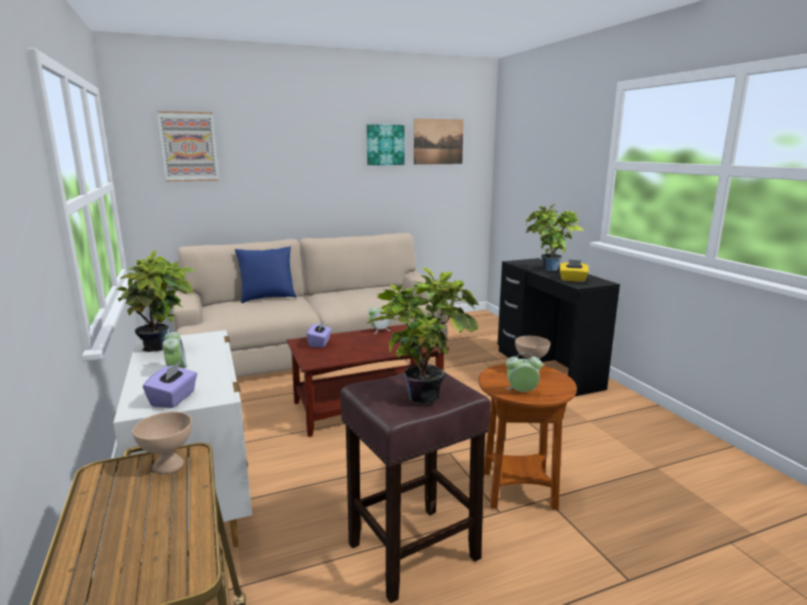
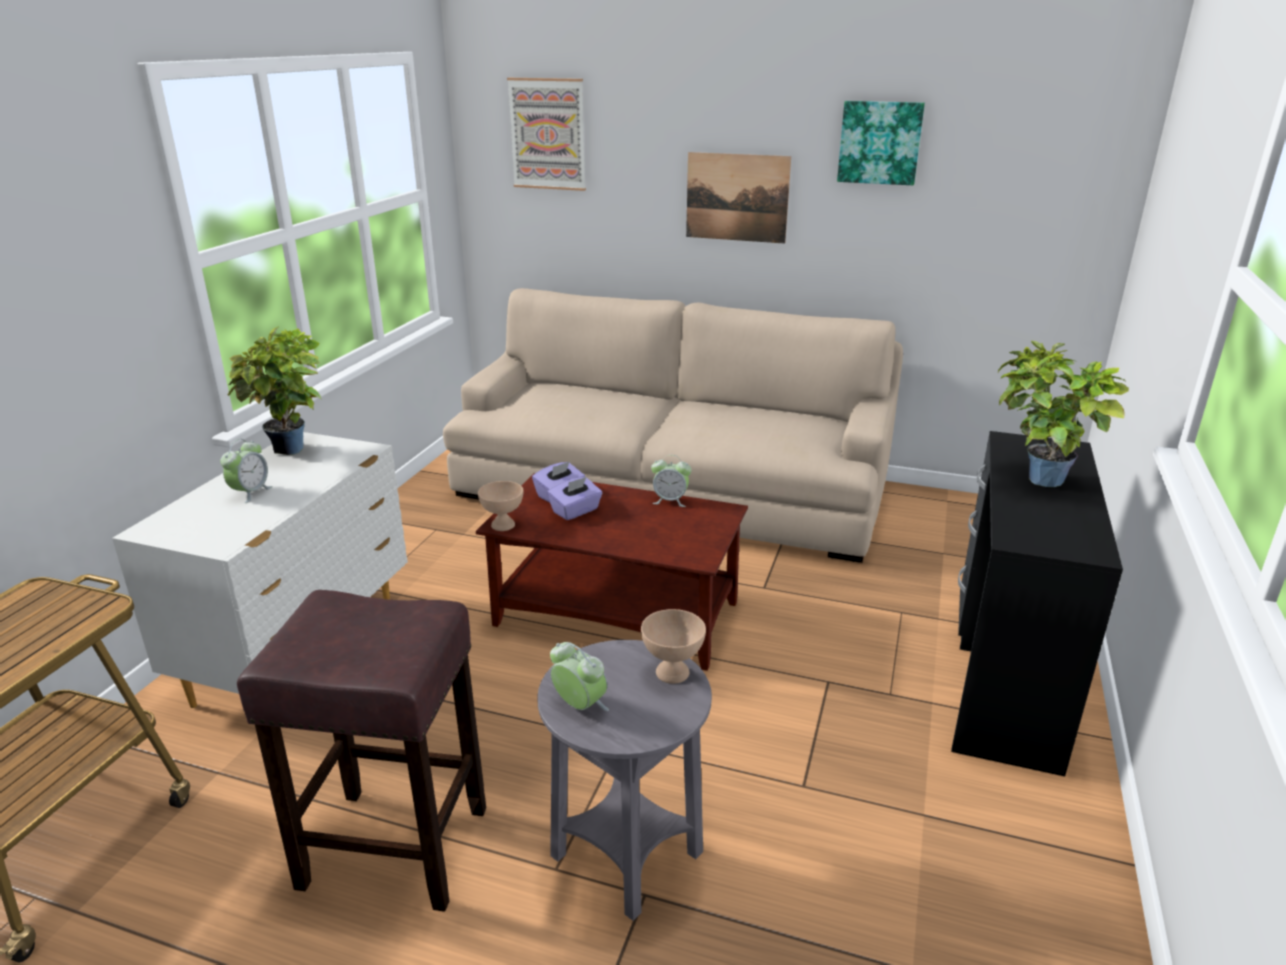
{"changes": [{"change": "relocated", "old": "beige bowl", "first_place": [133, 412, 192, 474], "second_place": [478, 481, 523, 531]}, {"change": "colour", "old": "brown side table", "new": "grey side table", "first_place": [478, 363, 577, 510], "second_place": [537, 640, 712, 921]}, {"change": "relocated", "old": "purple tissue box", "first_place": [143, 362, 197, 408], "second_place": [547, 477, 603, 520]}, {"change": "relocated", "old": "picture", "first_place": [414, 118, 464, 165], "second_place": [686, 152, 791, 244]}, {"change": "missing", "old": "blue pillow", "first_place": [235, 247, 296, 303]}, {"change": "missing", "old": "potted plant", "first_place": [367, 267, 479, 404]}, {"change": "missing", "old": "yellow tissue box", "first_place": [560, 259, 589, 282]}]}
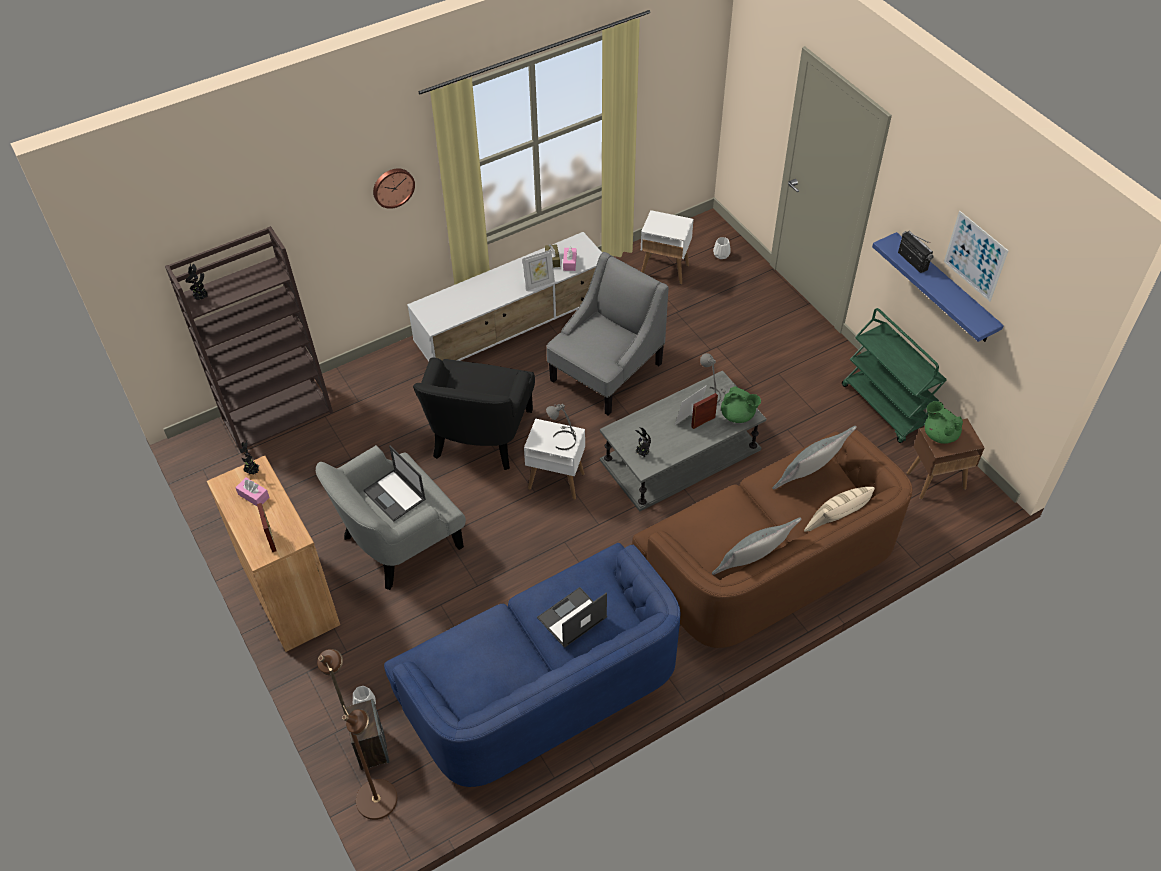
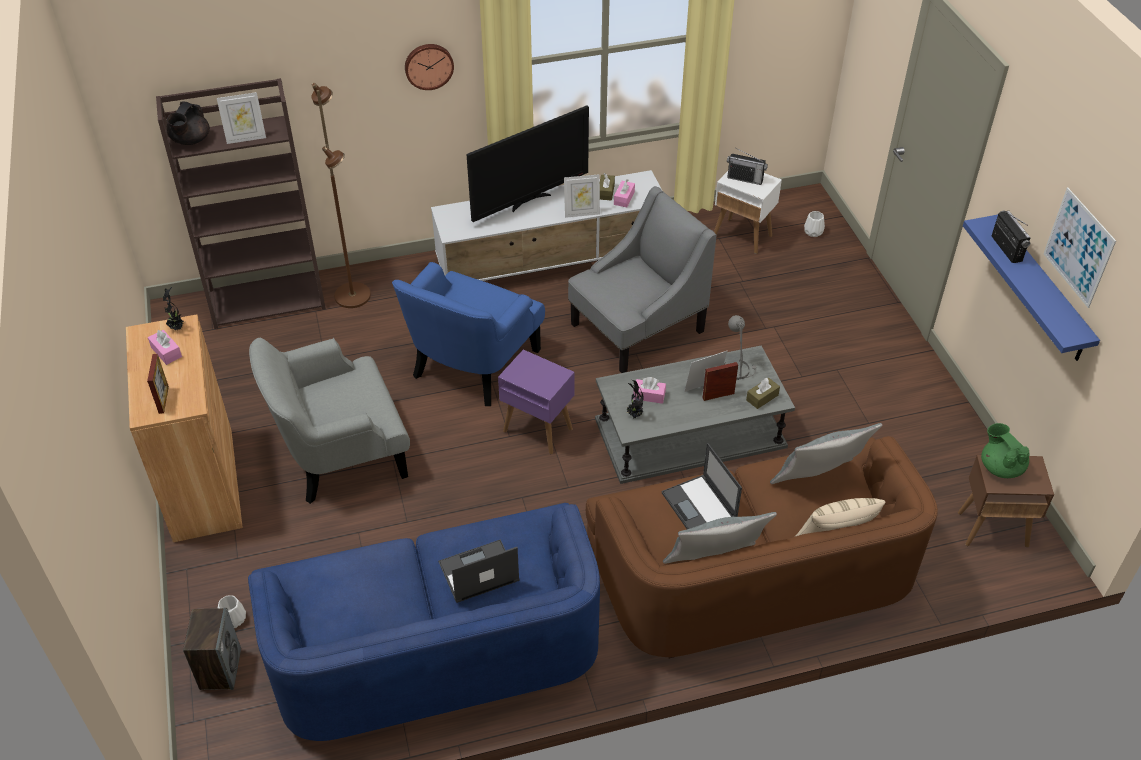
{"changes": [{"change": "exchanged", "old": "potted plant", "new": "black teapot", "first_place": [185, 263, 208, 300], "second_place": [167, 102, 210, 145]}, {"change": "appeared", "new": "picture frame", "second_place": [217, 92, 266, 144]}, {"change": "relocated", "old": "brown floor lamp", "first_place": [317, 649, 397, 820], "second_place": [312, 83, 371, 308]}, {"change": "colour", "old": "black armchair", "new": "blue armchair", "first_place": [413, 358, 535, 470], "second_place": [392, 262, 545, 406]}, {"change": "appeared", "new": "television", "second_place": [466, 105, 589, 222]}, {"change": "colour", "old": "white side table", "new": "purple side table", "first_place": [524, 419, 585, 500], "second_place": [498, 349, 574, 454]}, {"change": "appeared", "new": "pink tissue box", "second_place": [633, 377, 666, 404]}, {"change": "relocated", "old": "laptop", "first_place": [363, 445, 426, 522], "second_place": [662, 443, 742, 529]}, {"change": "appeared", "new": "radio", "second_place": [727, 148, 768, 185]}, {"change": "exchanged", "old": "green teapot", "new": "brown tissue box", "first_place": [721, 386, 761, 423], "second_place": [746, 378, 780, 409]}, {"change": "missing", "old": "grey table lamp", "first_place": [546, 404, 576, 450]}, {"change": "missing", "old": "green cart", "first_place": [842, 308, 947, 443]}]}
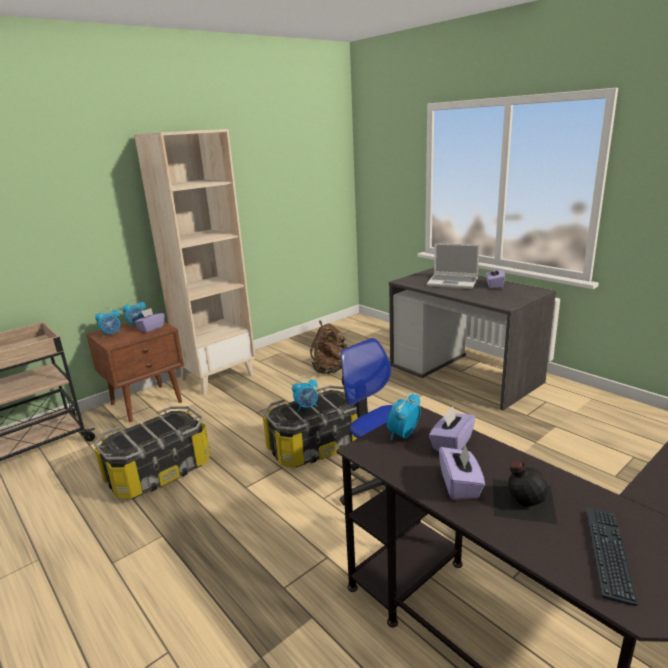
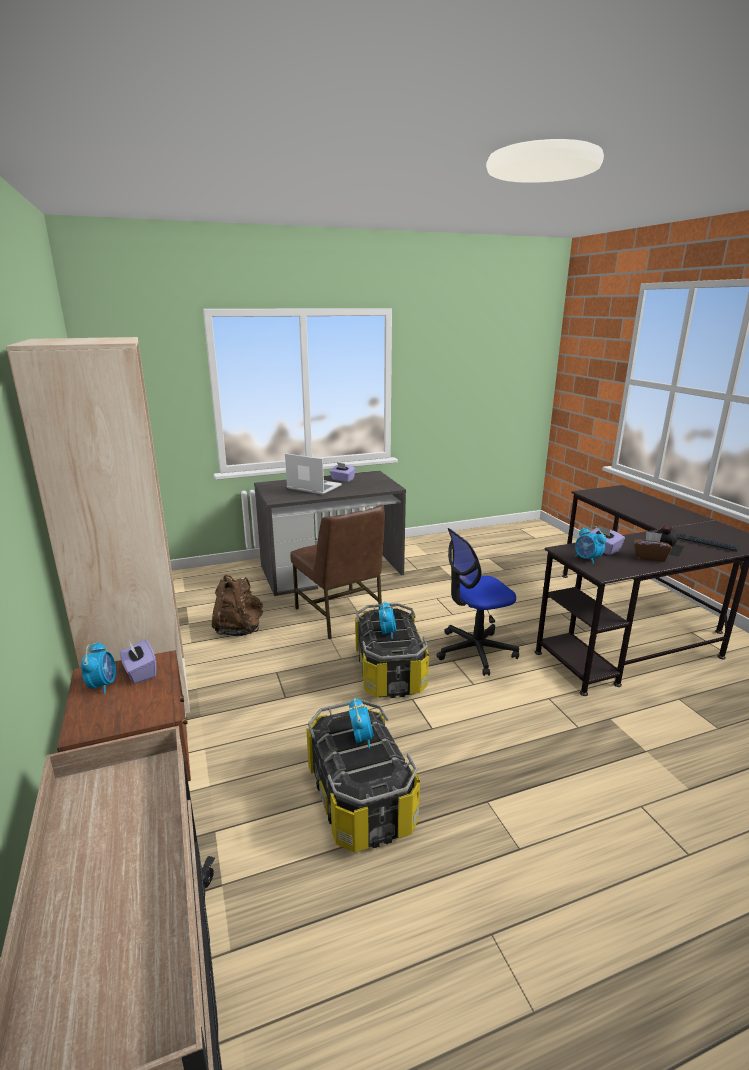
{"changes": [{"change": "spun", "old": "laptop", "first_place": [427, 243, 480, 289], "second_place": [285, 453, 342, 495], "degrees": -105}, {"change": "appeared", "new": "brown chair", "second_place": [290, 505, 385, 639]}, {"change": "relocated", "old": "alarm clock", "first_place": [95, 308, 121, 337], "second_place": [349, 698, 374, 748]}, {"change": "colour", "old": "purple tissue box", "new": "brown tissue box", "first_place": [439, 444, 485, 500], "second_place": [634, 531, 672, 562]}]}
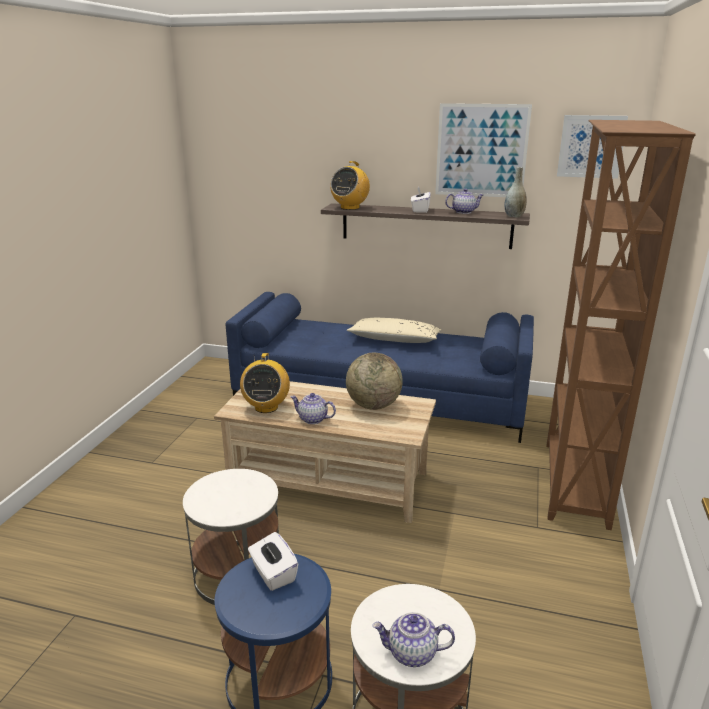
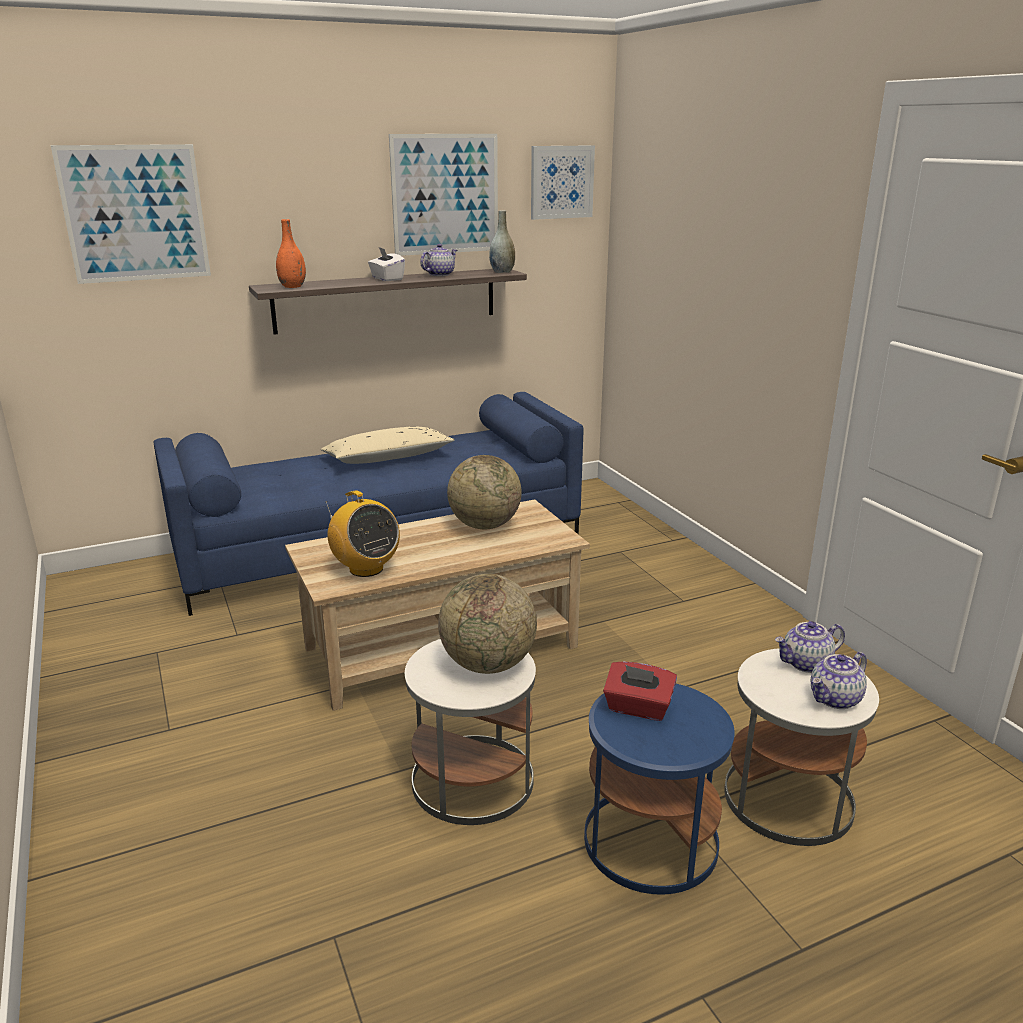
{"changes": [{"change": "appeared", "new": "picture", "second_place": [51, 144, 211, 284]}, {"change": "exchanged", "old": "radio", "new": "orange vase", "first_place": [330, 161, 370, 210], "second_place": [276, 219, 306, 288]}, {"change": "appeared", "new": "globe", "second_place": [438, 574, 537, 674]}, {"change": "colour", "old": "white tissue box", "new": "red tissue box", "first_place": [248, 532, 298, 591], "second_place": [603, 661, 677, 721]}, {"change": "relocated", "old": "teapot", "first_place": [290, 393, 336, 424], "second_place": [775, 621, 845, 673]}, {"change": "missing", "old": "brown bookcase", "first_place": [546, 120, 696, 530]}]}
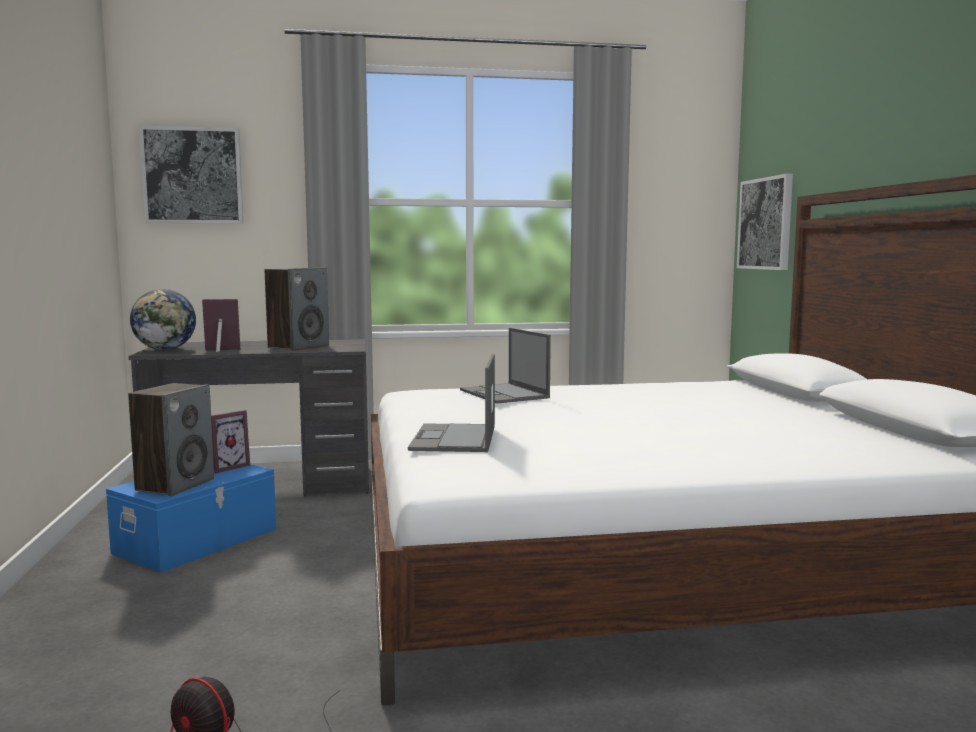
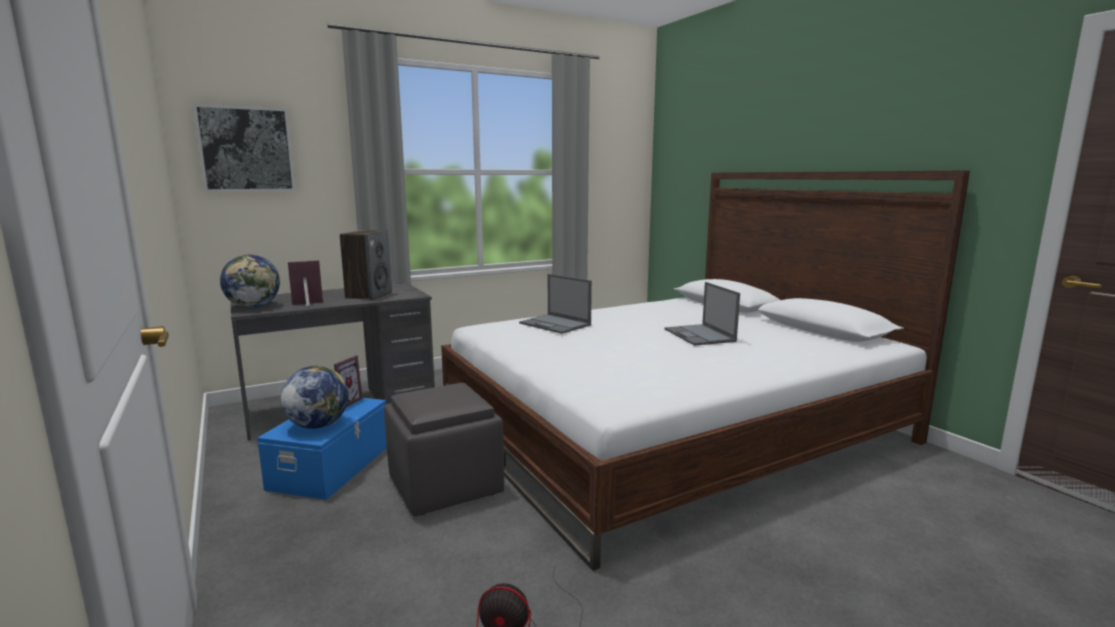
{"changes": [{"change": "exchanged", "old": "speaker", "new": "globe", "first_place": [128, 383, 214, 496], "second_place": [280, 366, 349, 429]}, {"change": "appeared", "new": "grey ottoman", "second_place": [384, 383, 504, 517]}, {"change": "relocated", "old": "laptop", "first_place": [408, 354, 495, 452], "second_place": [664, 282, 740, 346]}, {"change": "missing", "old": "picture", "first_place": [737, 174, 793, 270]}]}
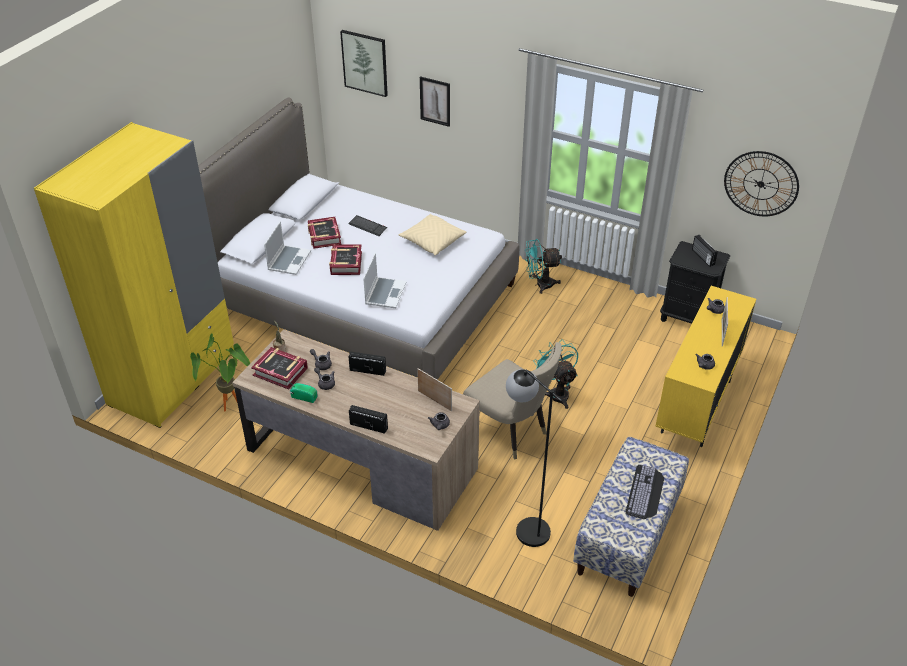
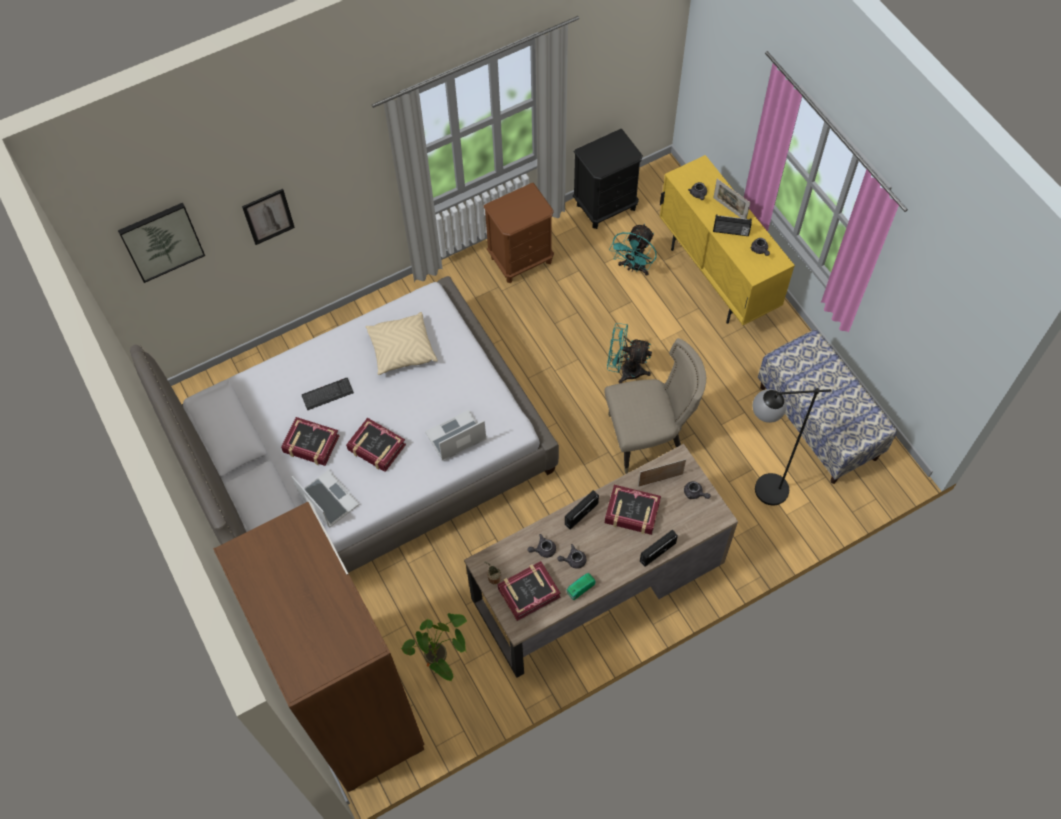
{"changes": [{"change": "colour", "old": "yellow wardrobe", "new": "brown wardrobe", "first_place": [34, 122, 234, 428], "second_place": [213, 501, 425, 792]}, {"change": "spun", "old": "laptop", "first_place": [363, 253, 406, 308], "second_place": [425, 410, 487, 461], "degrees": -75}, {"change": "appeared", "new": "brown nightstand", "second_place": [483, 182, 554, 283]}, {"change": "appeared", "new": "book", "second_place": [605, 485, 661, 535]}, {"change": "relocated", "old": "turquoise fan", "first_place": [525, 239, 562, 294], "second_place": [609, 224, 657, 276]}, {"change": "relocated", "old": "radio", "first_place": [692, 235, 718, 267], "second_place": [713, 214, 752, 236]}, {"change": "missing", "old": "keyboard", "first_place": [626, 464, 664, 519]}, {"change": "missing", "old": "wall clock", "first_place": [724, 151, 799, 216]}]}
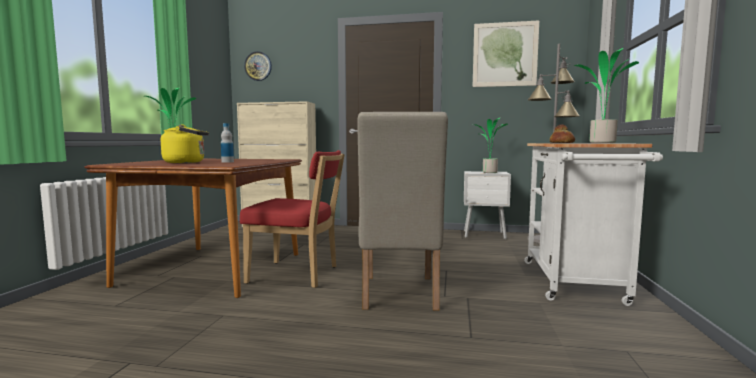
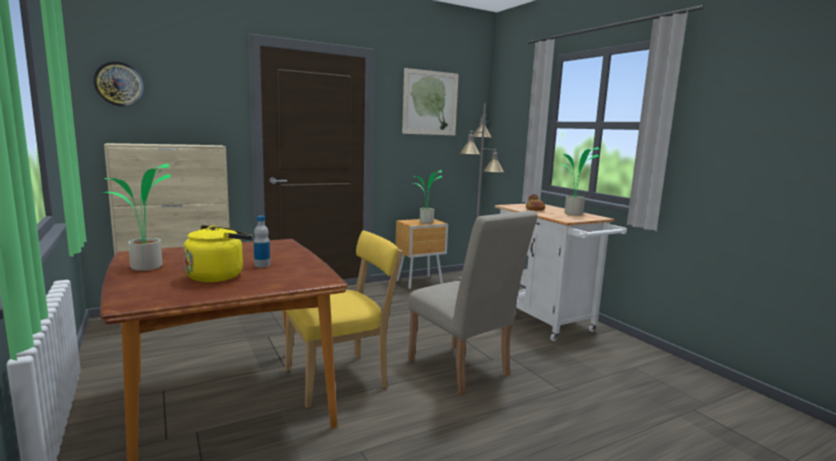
{"changes": [{"change": "colour", "old": "red chair", "new": "yellow chair", "first_place": [240, 150, 345, 288], "second_place": [285, 230, 403, 408]}, {"change": "colour", "old": "white nightstand", "new": "brown nightstand", "first_place": [464, 171, 511, 239], "second_place": [395, 219, 448, 289]}]}
